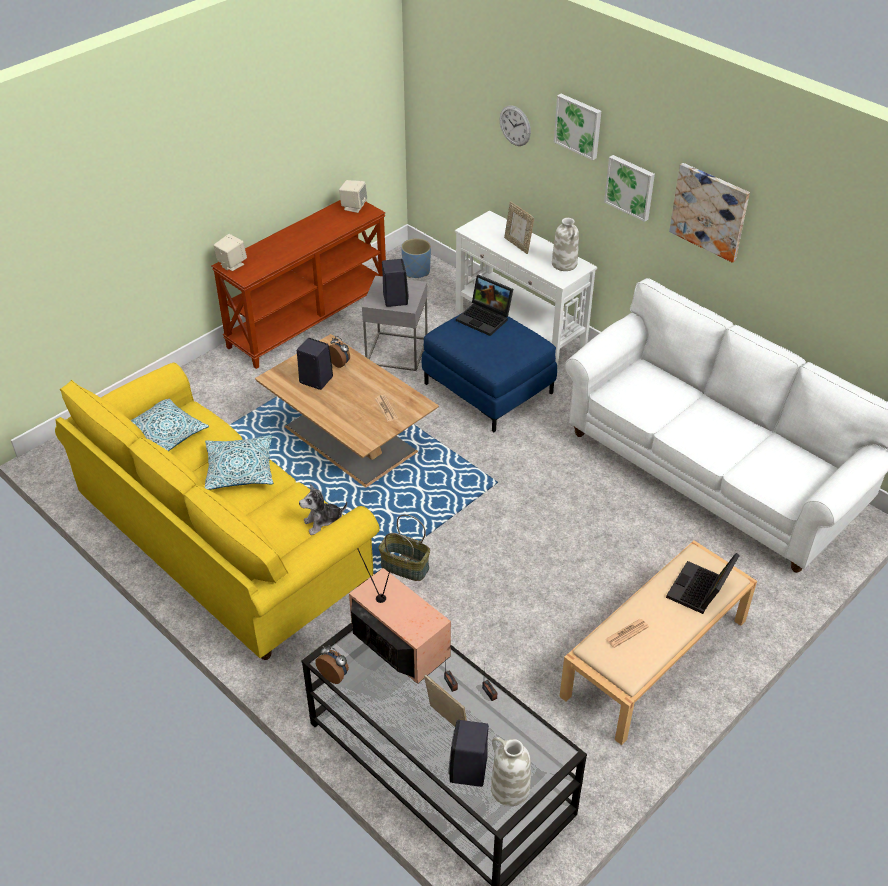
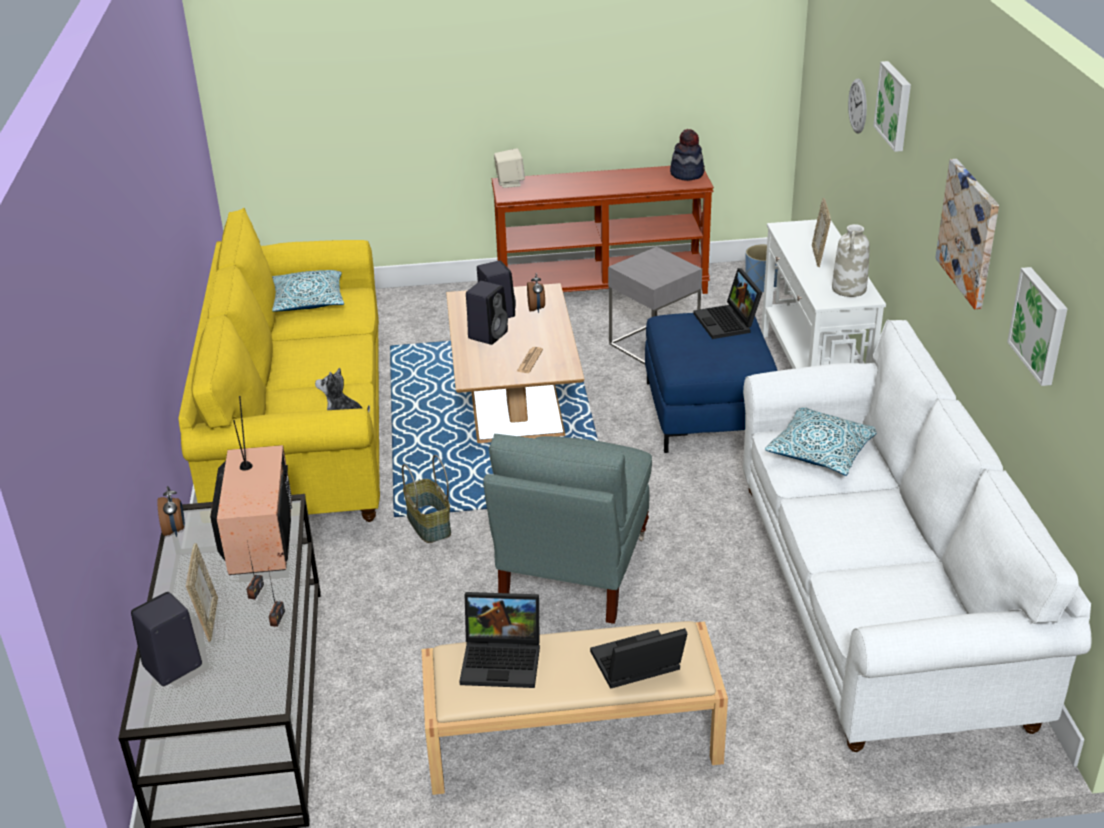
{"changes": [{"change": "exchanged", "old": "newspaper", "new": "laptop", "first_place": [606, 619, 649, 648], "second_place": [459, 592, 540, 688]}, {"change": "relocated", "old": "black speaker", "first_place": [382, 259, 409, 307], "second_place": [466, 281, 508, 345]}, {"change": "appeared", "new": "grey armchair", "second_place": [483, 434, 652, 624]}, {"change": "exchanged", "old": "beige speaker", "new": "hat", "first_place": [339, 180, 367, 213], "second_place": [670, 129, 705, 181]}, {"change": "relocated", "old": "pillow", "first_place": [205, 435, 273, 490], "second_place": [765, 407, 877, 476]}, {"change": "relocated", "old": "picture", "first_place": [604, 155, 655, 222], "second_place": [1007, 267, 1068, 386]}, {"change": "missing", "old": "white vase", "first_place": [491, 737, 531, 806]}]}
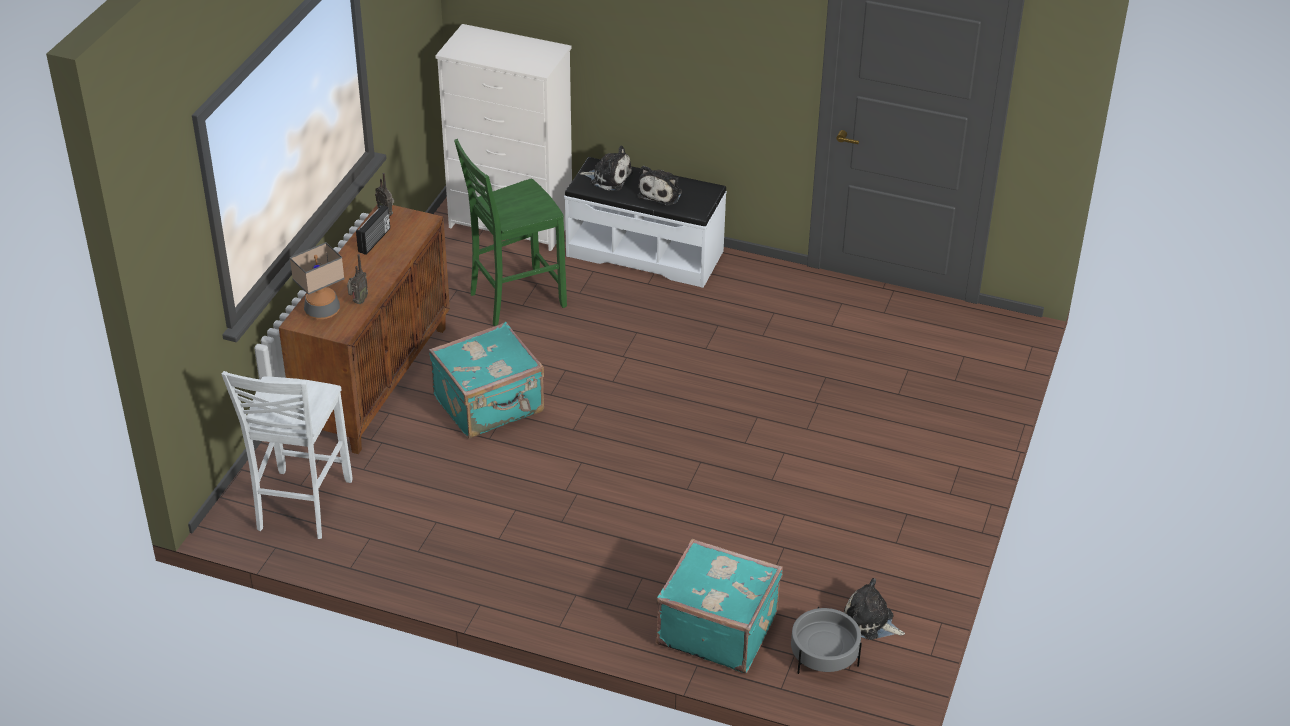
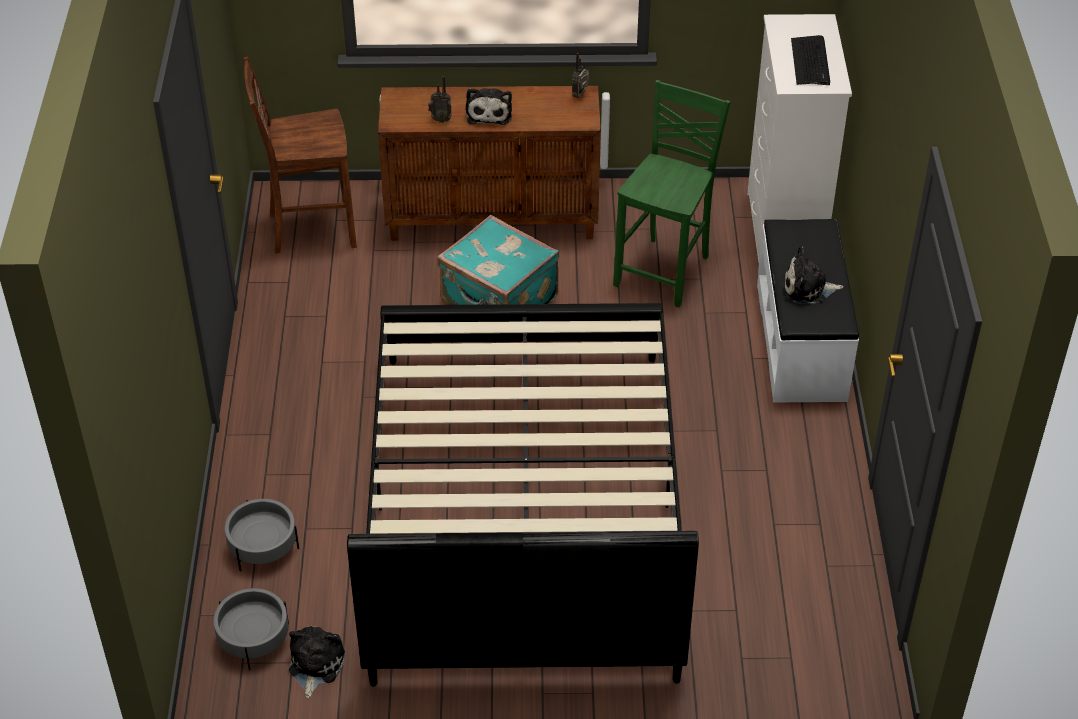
{"changes": [{"change": "exchanged", "old": "turquoise suitcase", "new": "grey planter", "first_place": [656, 538, 783, 673], "second_place": [224, 499, 299, 571]}, {"change": "colour", "old": "white chair", "new": "brown chair", "first_place": [222, 371, 352, 539], "second_place": [244, 56, 357, 254]}, {"change": "appeared", "new": "black bed", "second_place": [347, 303, 699, 687]}, {"change": "relocated", "old": "plush toy", "first_place": [579, 146, 633, 190], "second_place": [465, 88, 512, 125]}, {"change": "spun", "old": "green chair", "first_place": [454, 139, 567, 326], "second_place": [613, 80, 730, 308], "degrees": 75}, {"change": "appeared", "new": "keyboard", "second_place": [791, 35, 830, 85]}, {"change": "missing", "old": "table lamp", "first_place": [290, 242, 345, 319]}, {"change": "missing", "old": "radio", "first_place": [356, 205, 390, 255]}]}
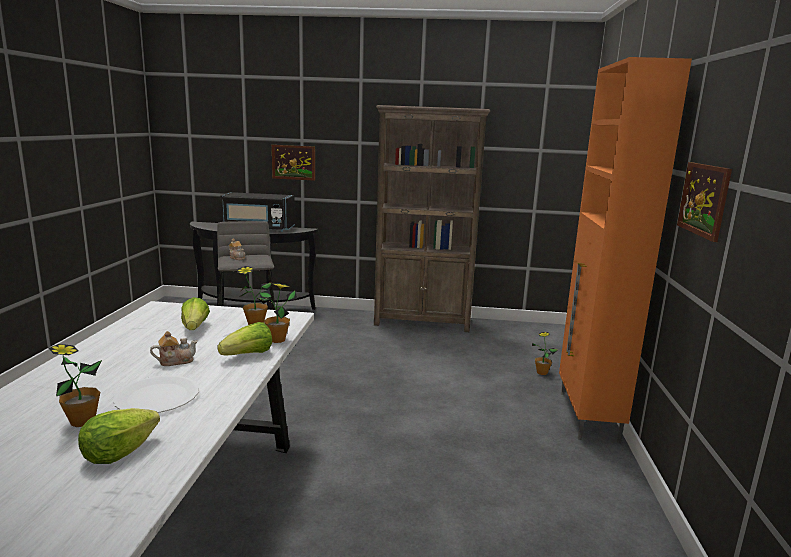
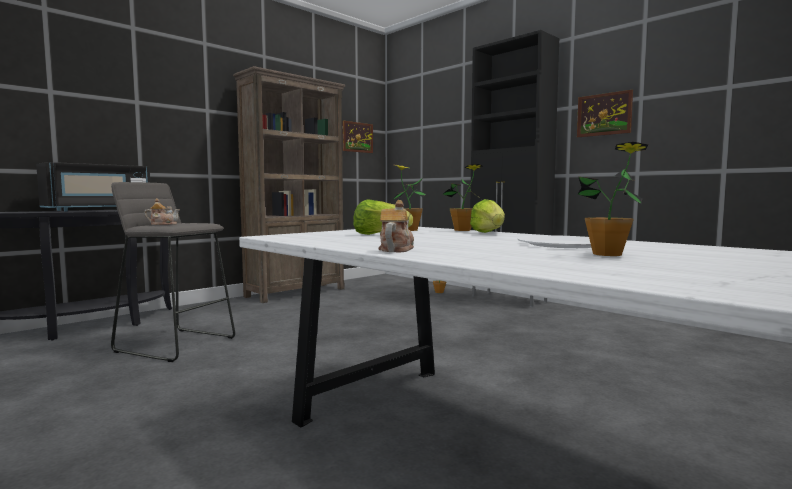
{"changes": [{"change": "relocated", "old": "picture", "first_place": [272, 145, 315, 181], "second_place": [342, 121, 373, 153]}, {"change": "relocated", "old": "teapot", "first_place": [150, 331, 198, 366], "second_place": [378, 200, 414, 252]}, {"change": "colour", "old": "orange cabinet", "new": "black cabinet", "first_place": [559, 57, 692, 444], "second_place": [470, 30, 559, 307]}, {"change": "missing", "old": "lettuce", "first_place": [78, 408, 160, 464]}]}
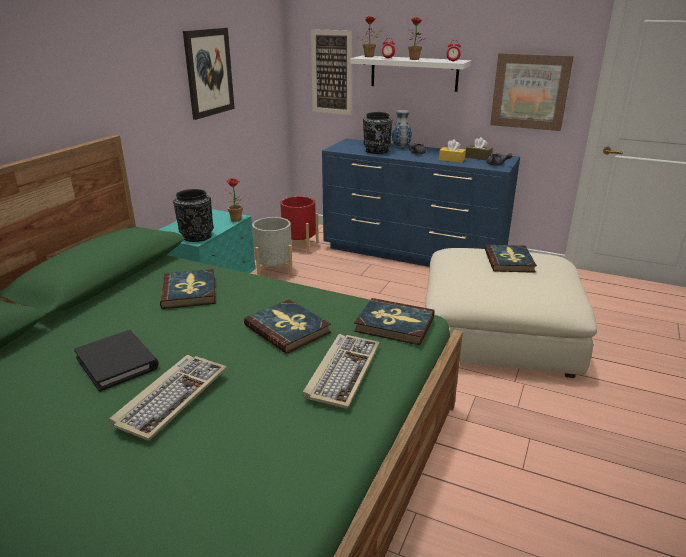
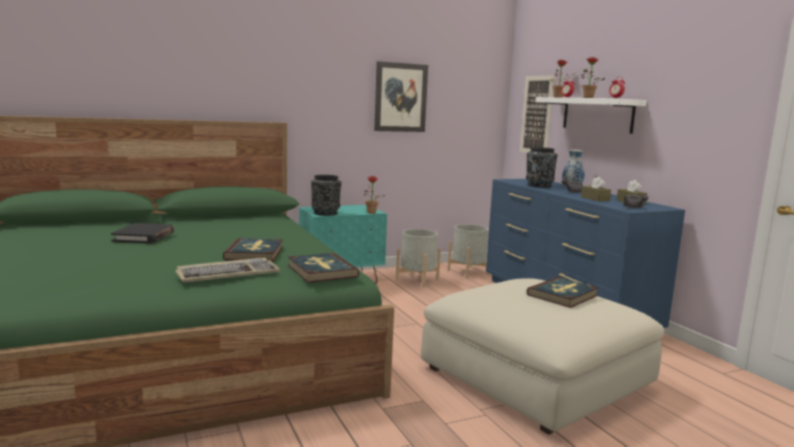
{"changes": [{"change": "colour", "old": "red planter", "new": "grey planter", "first_place": [280, 196, 319, 253], "second_place": [447, 224, 490, 279]}, {"change": "colour", "old": "yellow tissue box", "new": "brown tissue box", "first_place": [439, 139, 466, 163], "second_place": [581, 177, 611, 202]}, {"change": "missing", "old": "keyboard", "first_place": [110, 355, 227, 441]}, {"change": "missing", "old": "book", "first_place": [160, 269, 215, 309]}, {"change": "missing", "old": "picture", "first_place": [490, 53, 574, 131]}]}
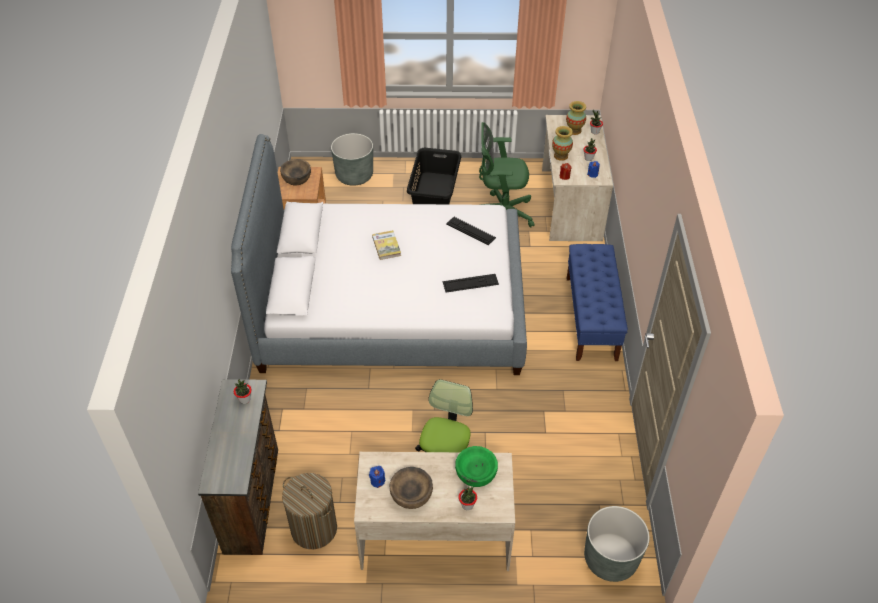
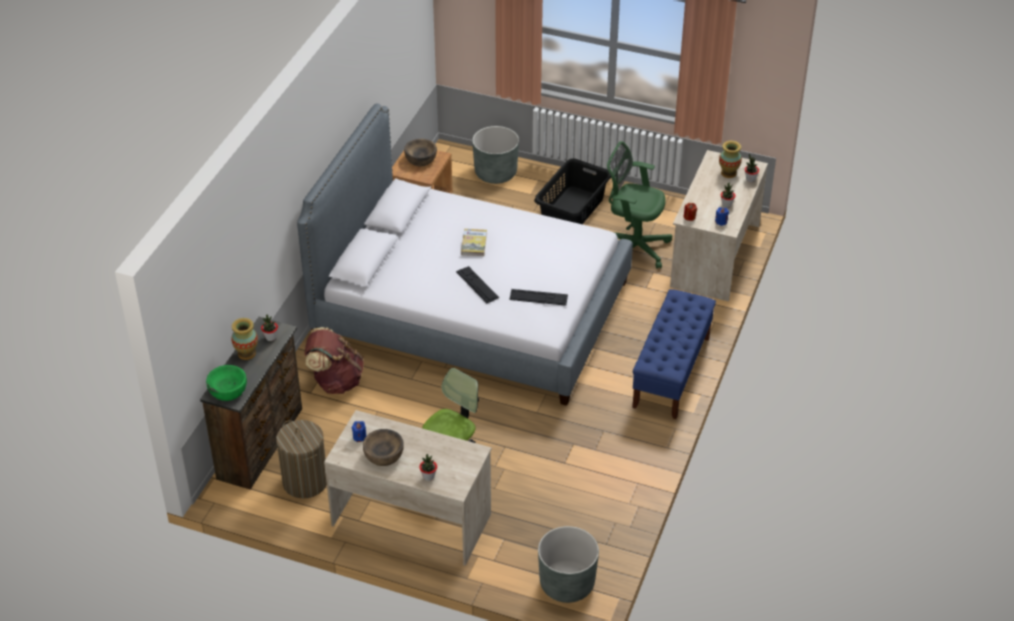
{"changes": [{"change": "relocated", "old": "green bowl", "first_place": [455, 446, 498, 487], "second_place": [206, 365, 247, 401]}, {"change": "relocated", "old": "vase", "first_place": [552, 126, 573, 161], "second_place": [232, 318, 258, 360]}, {"change": "appeared", "new": "brown backpack", "second_place": [304, 327, 364, 394]}, {"change": "relocated", "old": "keyboard", "first_place": [446, 217, 496, 245], "second_place": [456, 266, 499, 303]}]}
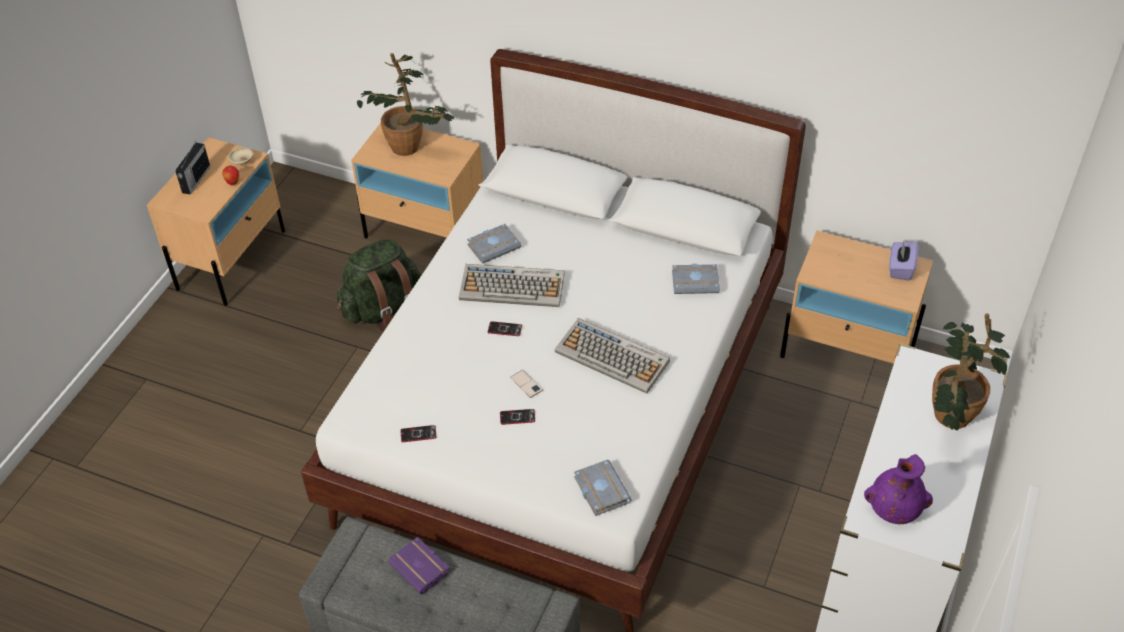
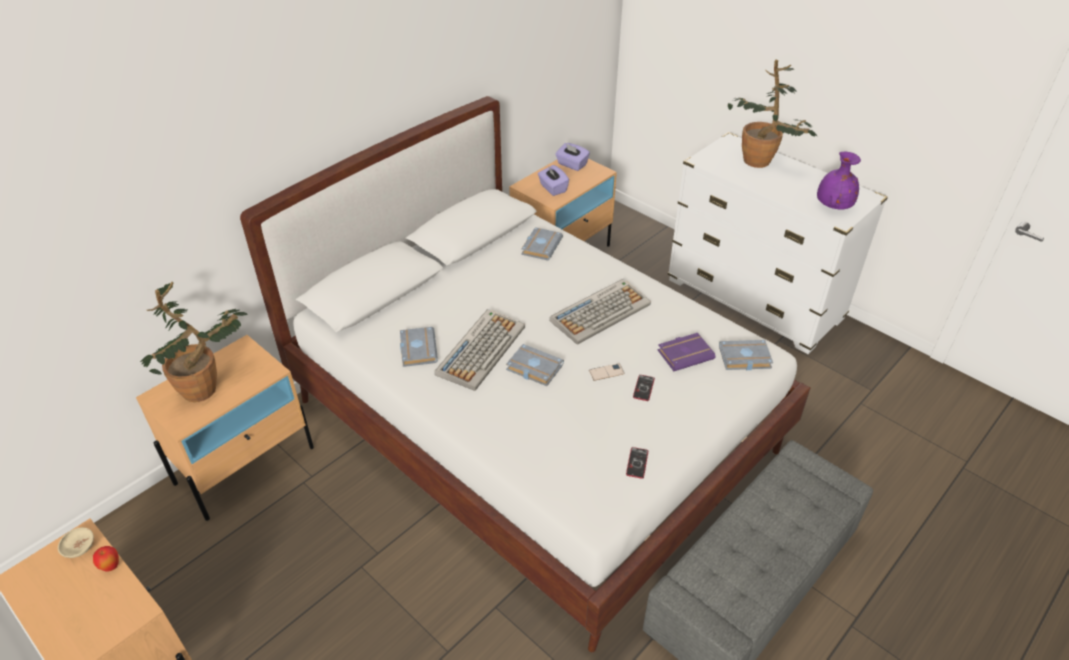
{"changes": [{"change": "exchanged", "old": "phone", "new": "grey book", "first_place": [488, 321, 522, 336], "second_place": [506, 344, 564, 386]}, {"change": "appeared", "new": "purple tissue box", "second_place": [538, 165, 569, 196]}, {"change": "relocated", "old": "purple book", "first_place": [388, 537, 450, 594], "second_place": [658, 333, 715, 371]}, {"change": "missing", "old": "radio", "first_place": [175, 140, 210, 195]}, {"change": "missing", "old": "green backpack", "first_place": [337, 239, 421, 333]}]}
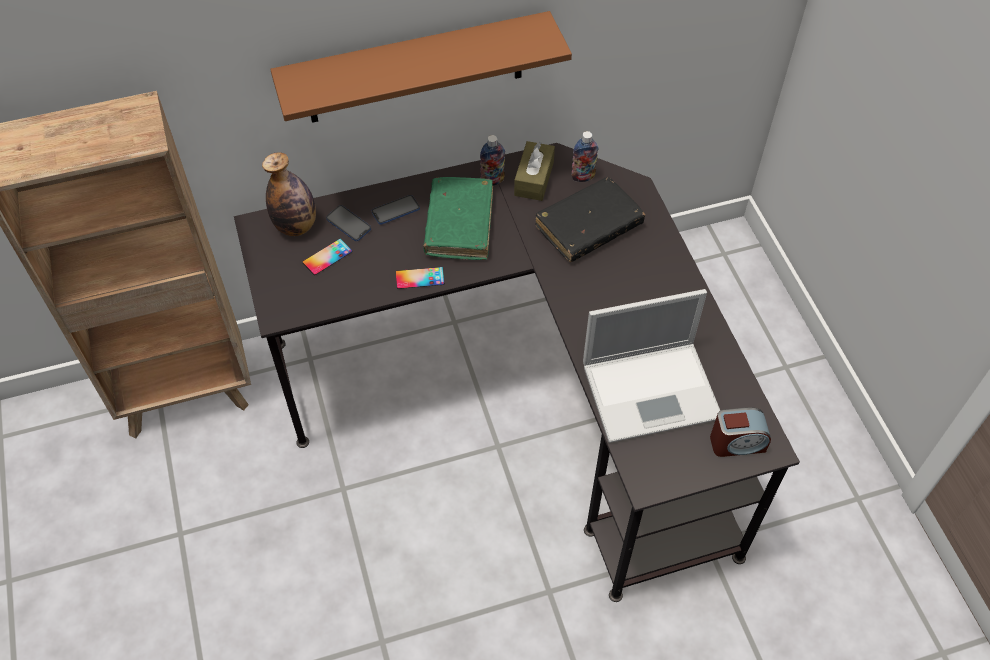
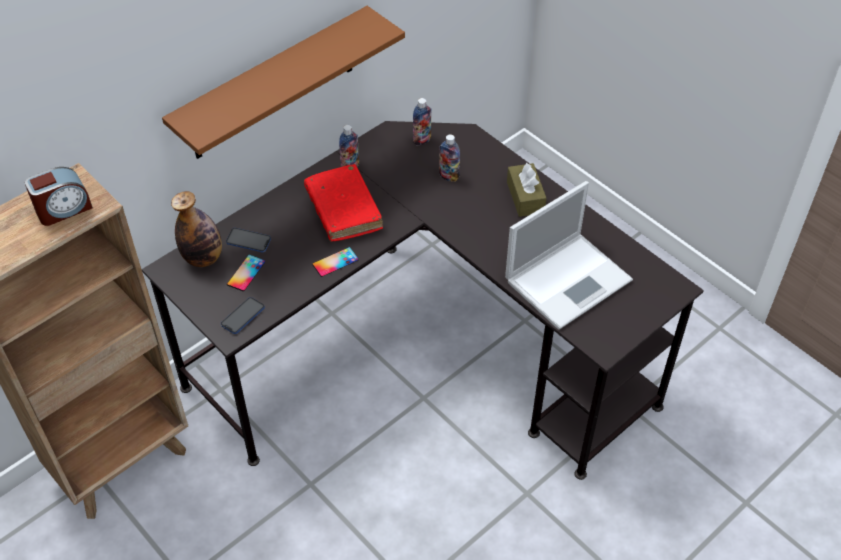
{"changes": [{"change": "relocated", "old": "alarm clock", "first_place": [710, 407, 771, 457], "second_place": [25, 167, 93, 226]}, {"change": "relocated", "old": "phone", "first_place": [372, 195, 420, 224], "second_place": [221, 297, 265, 334]}, {"change": "colour", "old": "green book", "new": "red book", "first_place": [423, 177, 493, 260], "second_place": [304, 164, 383, 241]}, {"change": "exchanged", "old": "black book", "new": "bottle", "first_place": [535, 177, 645, 262], "second_place": [439, 134, 460, 182]}, {"change": "relocated", "old": "brown tissue box", "first_place": [514, 141, 555, 201], "second_place": [507, 163, 547, 217]}]}
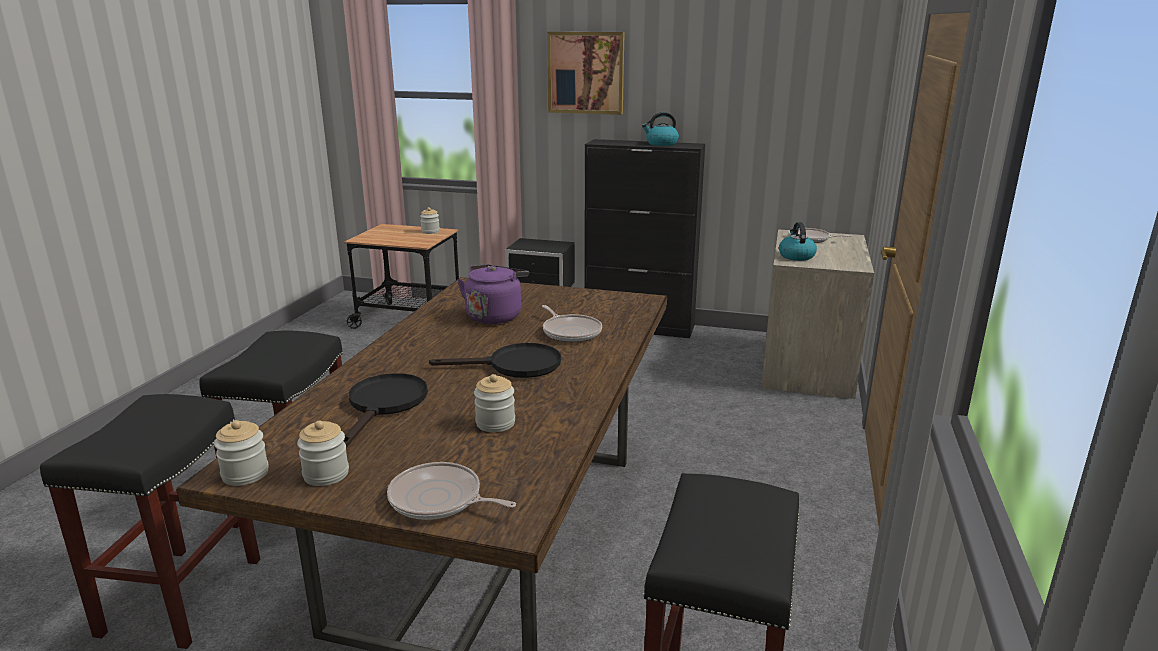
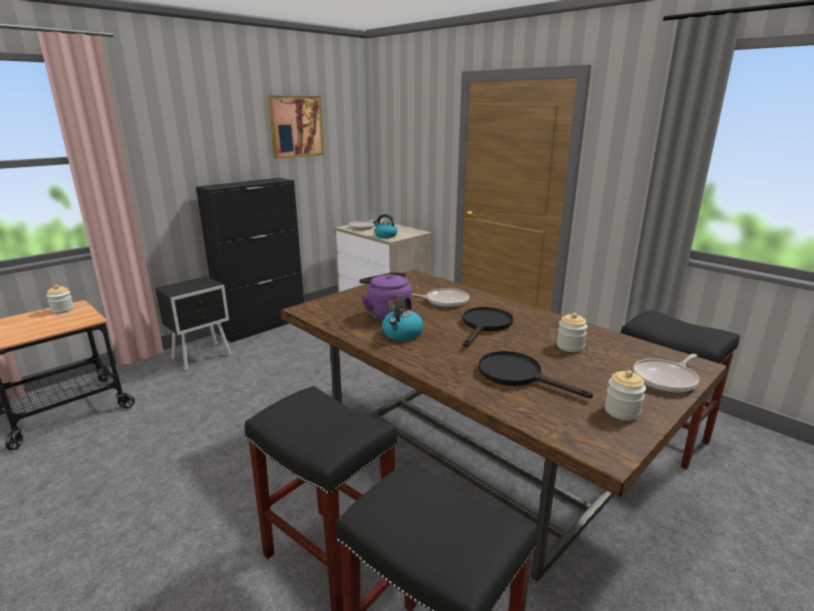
{"changes": [{"change": "relocated", "old": "picture", "first_place": [547, 32, 625, 115], "second_place": [268, 95, 324, 159]}, {"change": "relocated", "old": "kettle", "first_place": [642, 112, 679, 146], "second_place": [382, 296, 423, 341]}, {"change": "missing", "old": "jar", "first_place": [214, 420, 269, 486]}]}
